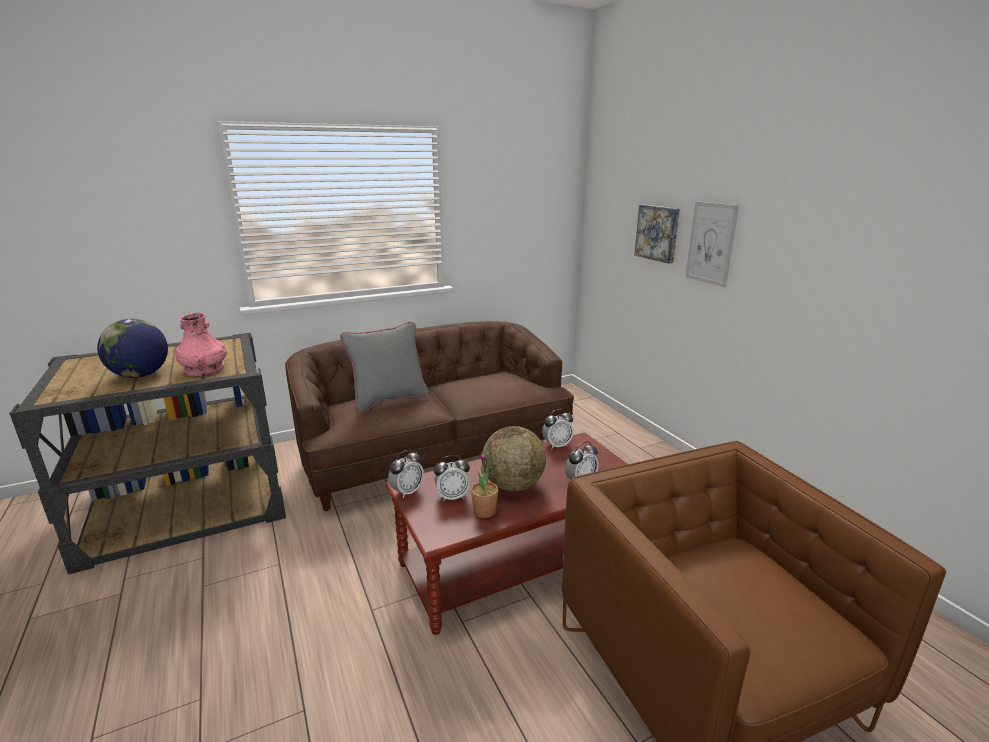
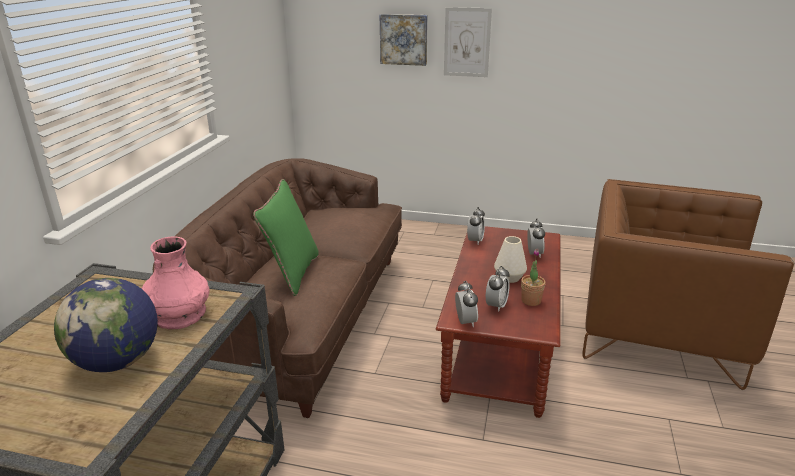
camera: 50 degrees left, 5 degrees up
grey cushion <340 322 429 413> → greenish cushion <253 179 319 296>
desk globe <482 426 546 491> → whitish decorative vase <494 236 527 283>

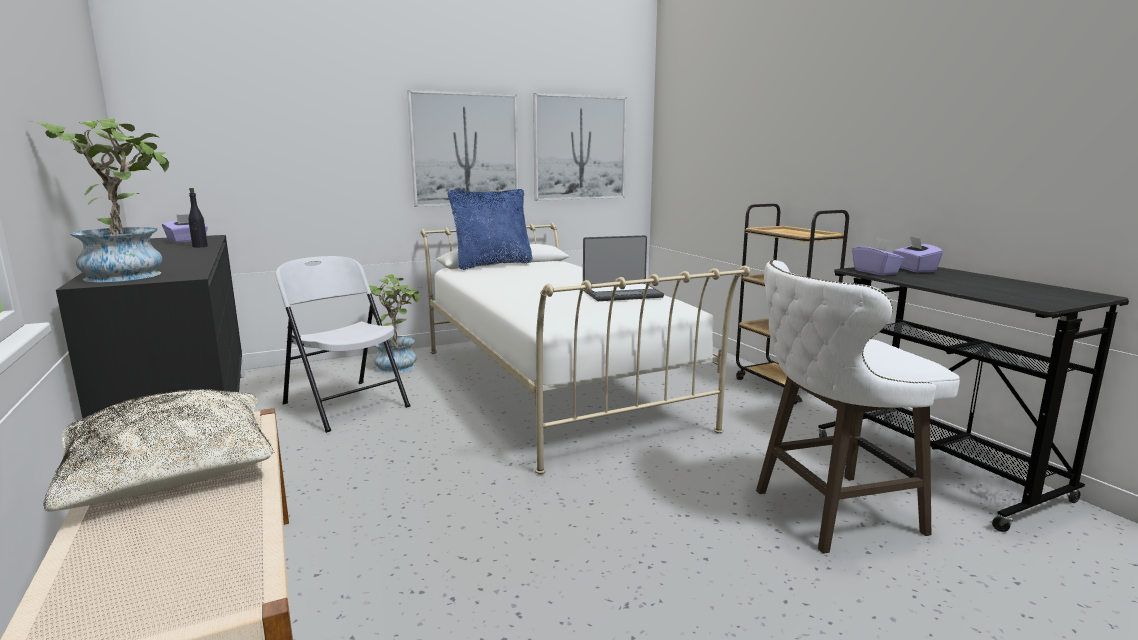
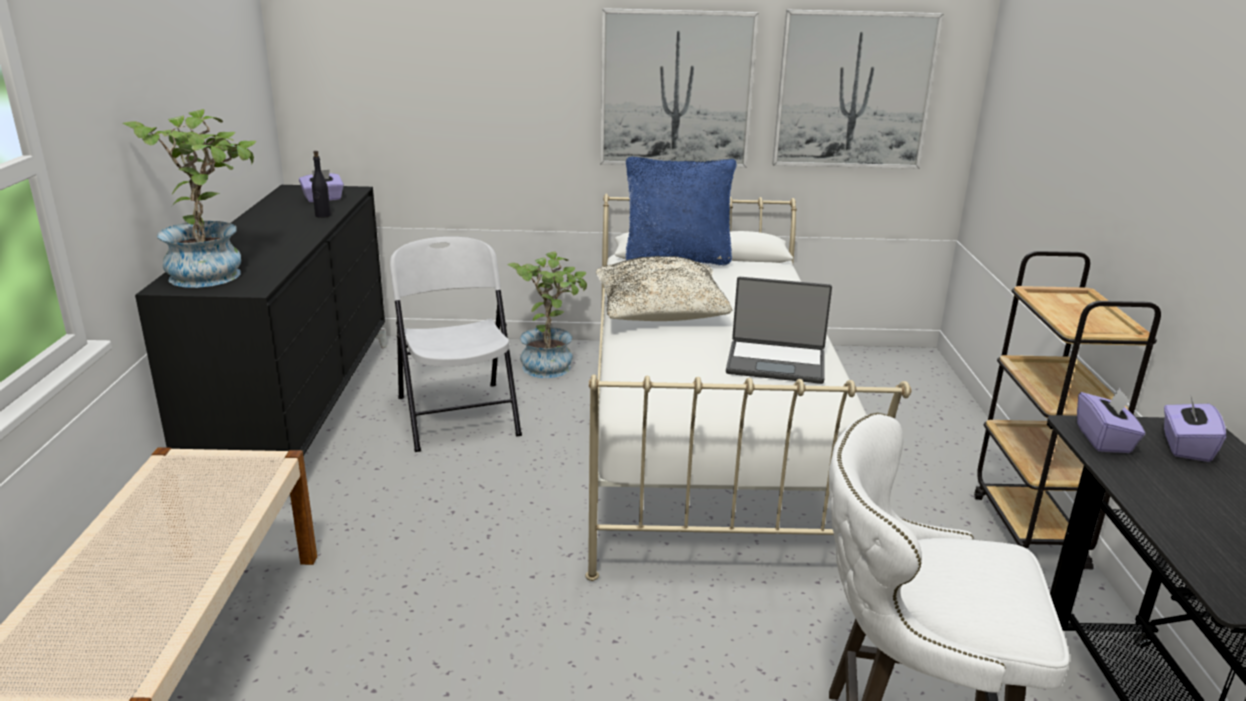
camera: 25 degrees right, 10 degrees up
sand-coloured cushion <43 388 274 512> → sand-coloured cushion <595 256 733 321>, relocated

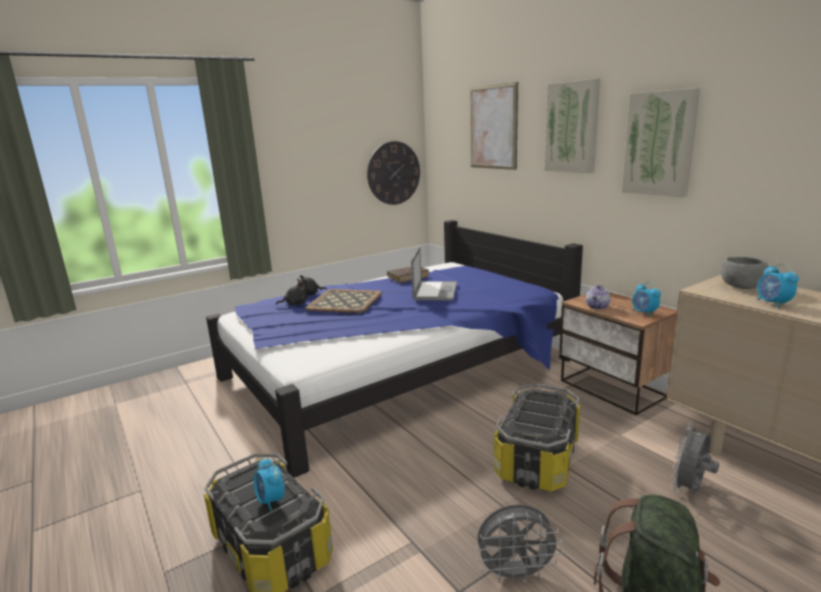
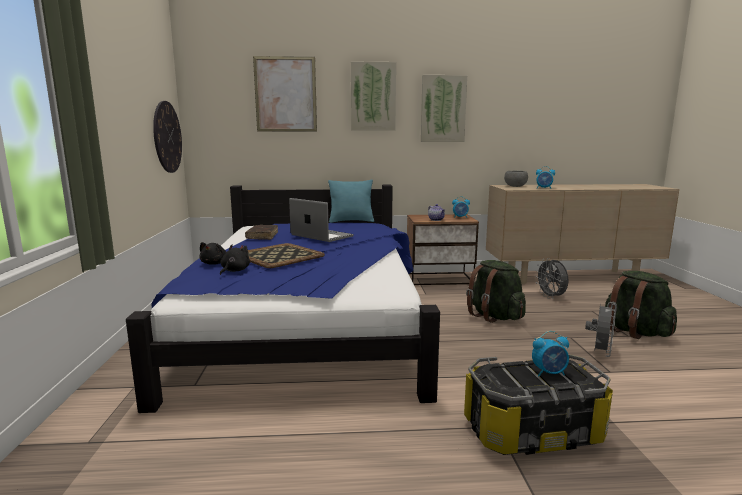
camera: 60 degrees left, 5 degrees down
- → turquoise-coloured cushion <328 180 374 223>
storage bin <494 383 580 491> → greenish backpack <466 260 526 323>

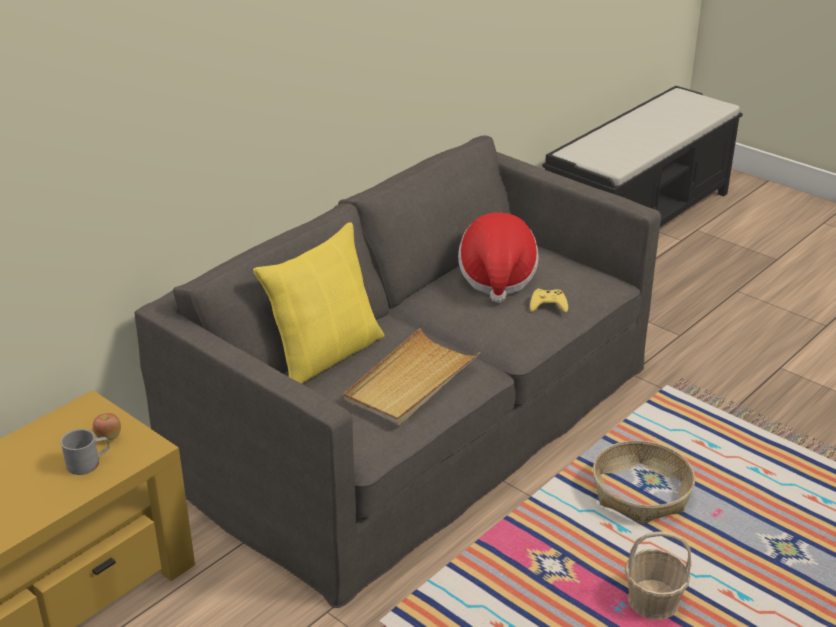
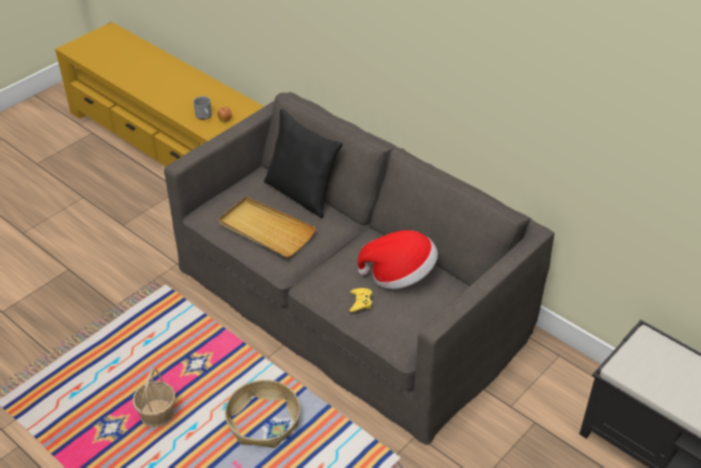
camera: 90 degrees right, 10 degrees up
yellow-coloured cushion <253 222 384 384> → blackish cushion <264 109 343 218>

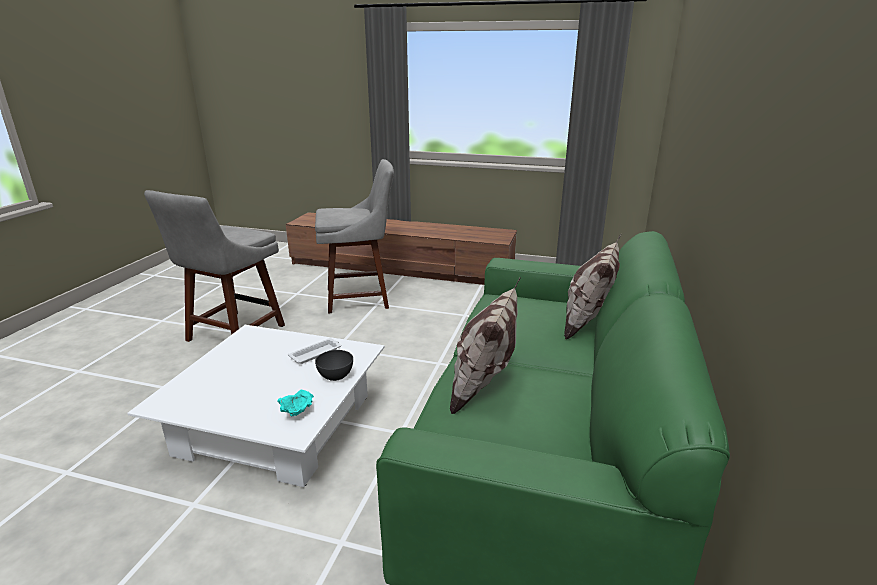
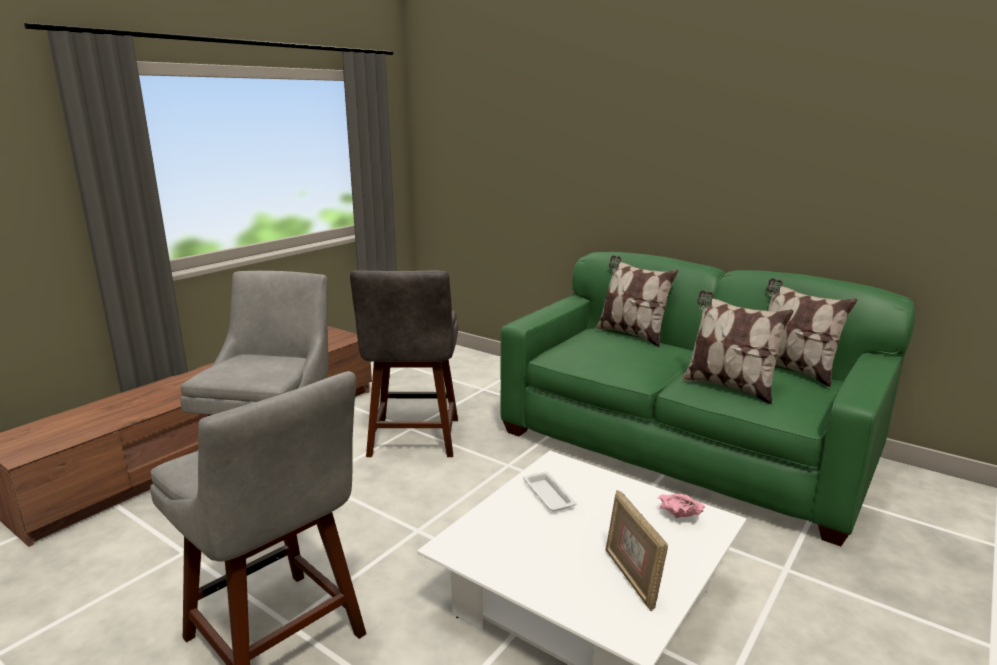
camera: 70 degrees left, 5 degrees down
- → grey sitting stool <350 271 458 457>
- → standing frame <606 490 668 611>
turquoise-coloured deep dish <278 390 314 416> → pink-coloured deep dish <658 494 705 518>
- → cushion <766 278 858 387>
grey deep dish <315 350 353 381> → -

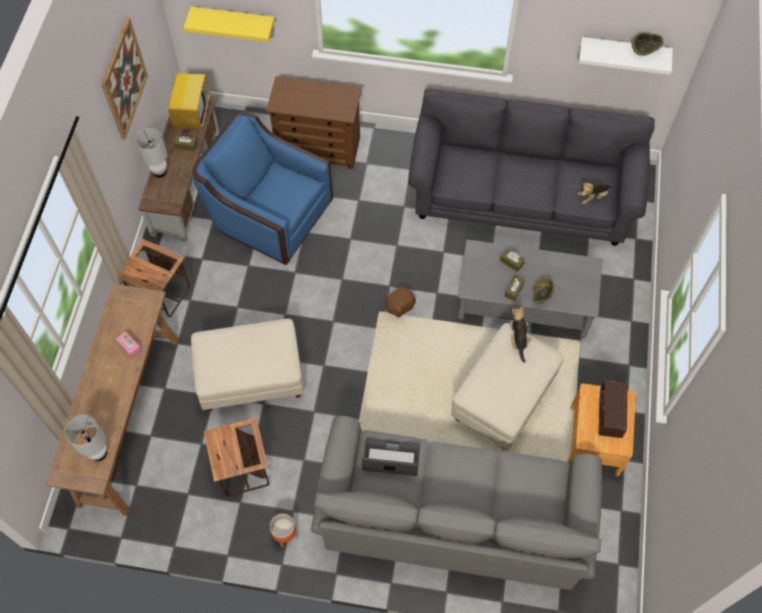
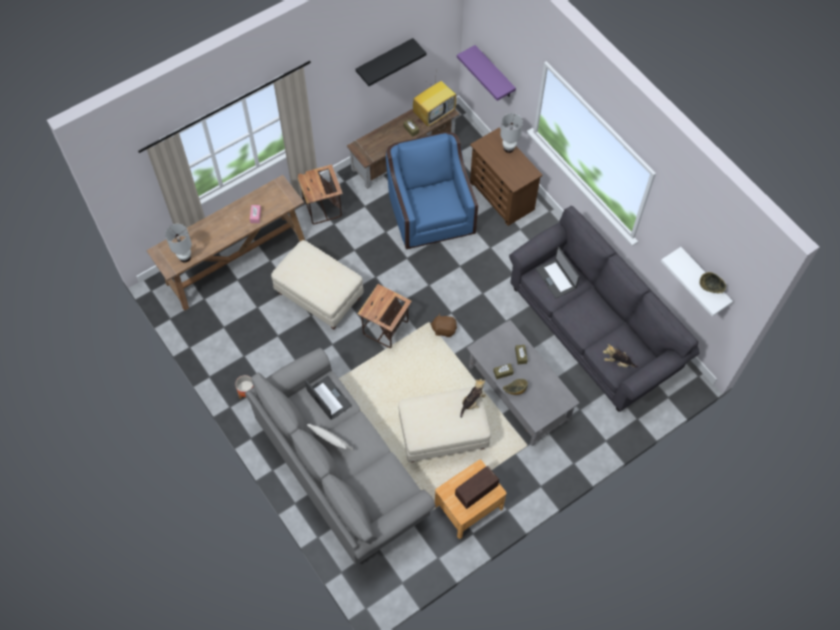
camera: 45 degrees right, 0 degrees up
- → whitish cushion <307 424 353 451>
wall art <101 17 148 140> → blackish wall shelf <356 38 427 86>
accent table <204 418 269 496> → accent table <358 284 412 348>, relocated
yellow-coloured wall shelf <183 6 275 42> → purple wall shelf <457 45 516 101>
whitish table lamp <135 128 167 178> → whitish table lamp <500 113 523 153>, relocated
- → notebook computer <536 247 580 298>

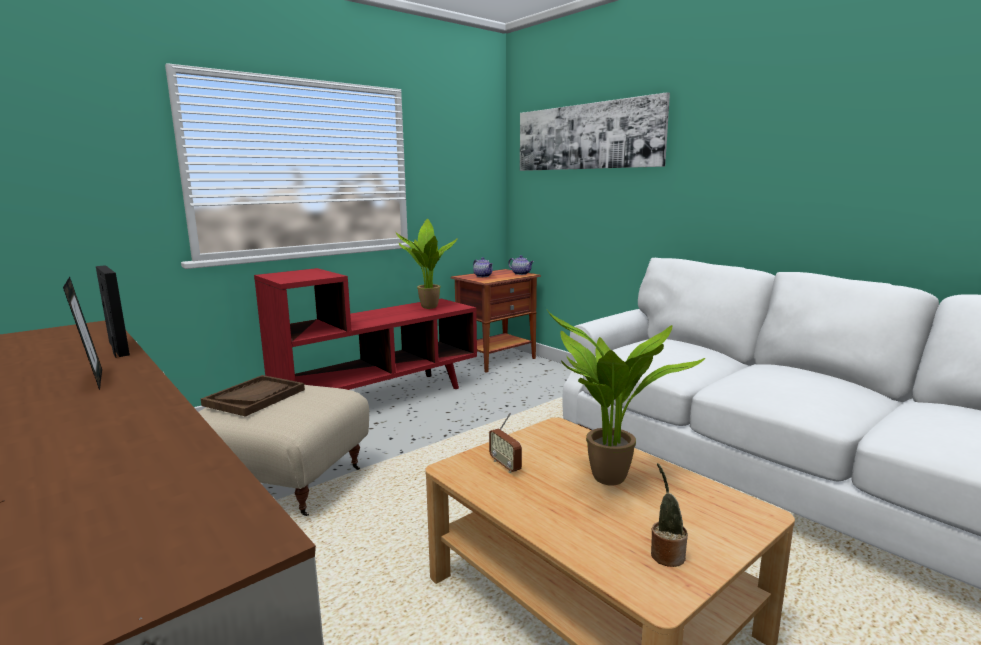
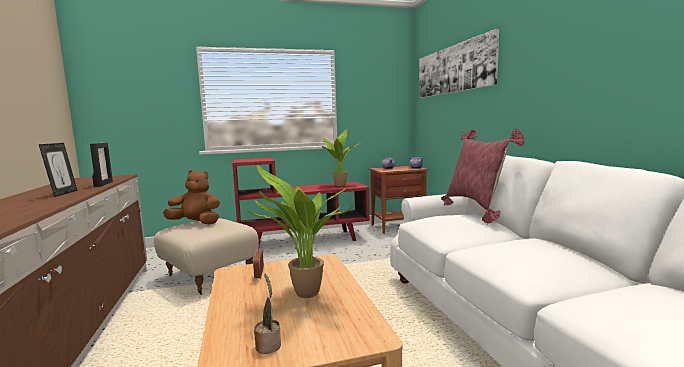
camera: 25 degrees right, 5 degrees down
brown carrying tray <201 375 305 417> → brown cuddly toy <163 170 220 224>
- → reddish cushion <441 129 525 224>

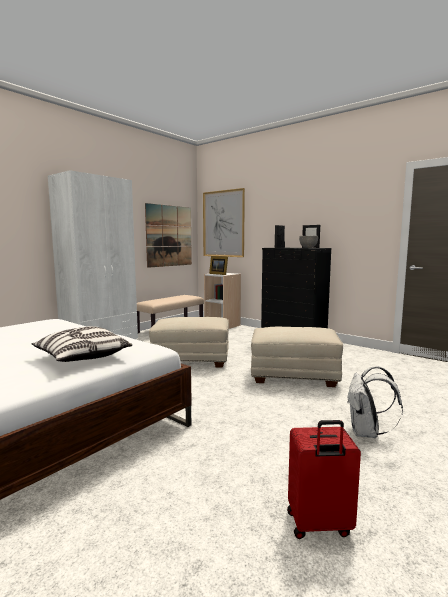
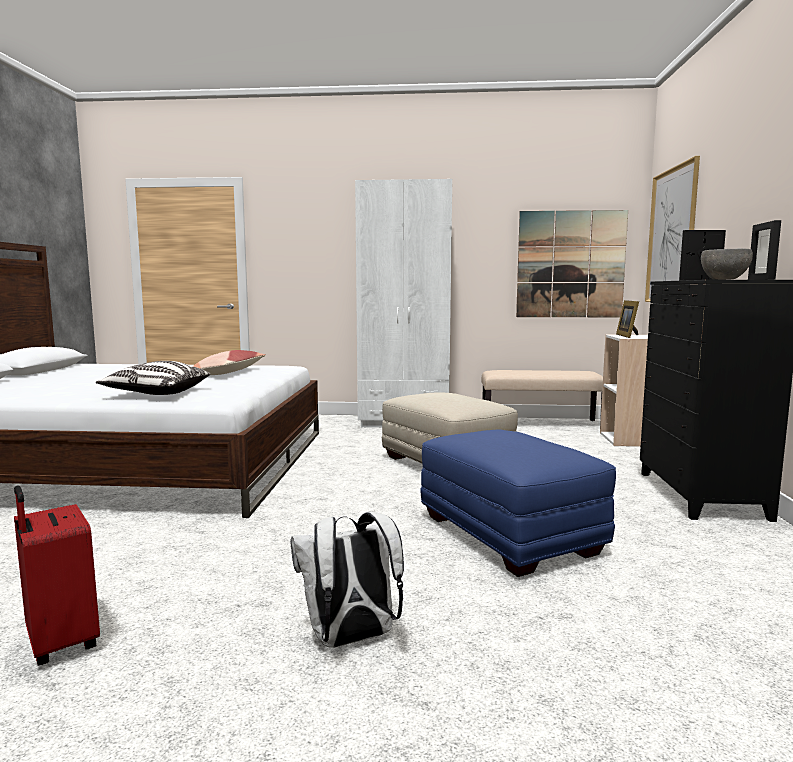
camera: 55 degrees right, 0 degrees up
- → cushion <193 350 266 375>
sand-coloured footrest <251 327 343 387> → blue footrest <420 429 616 577>

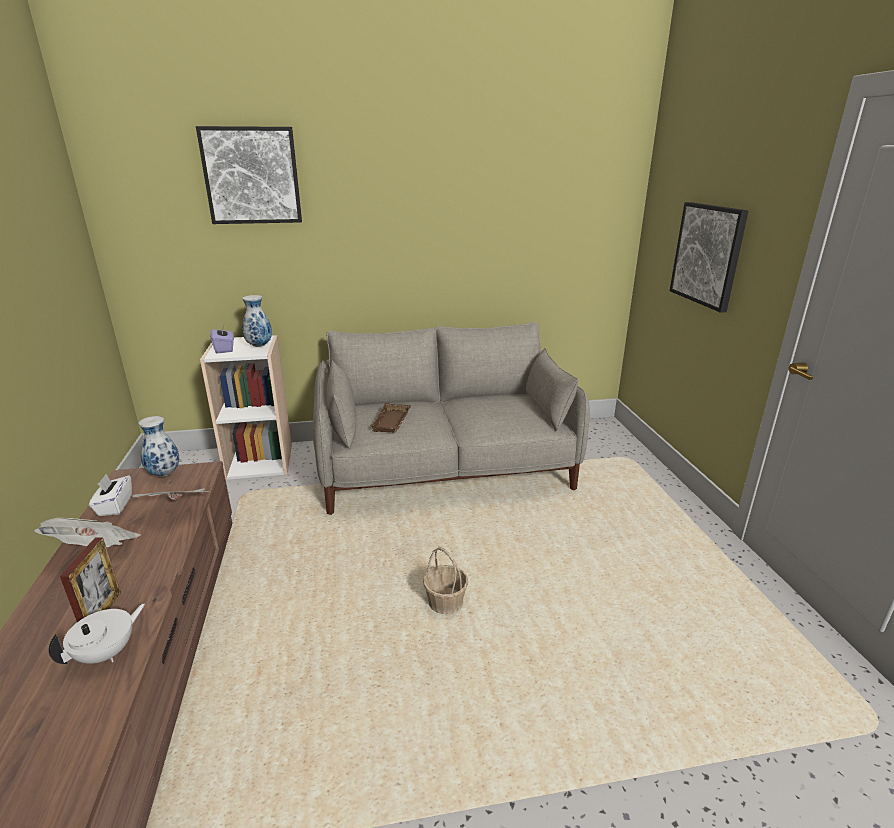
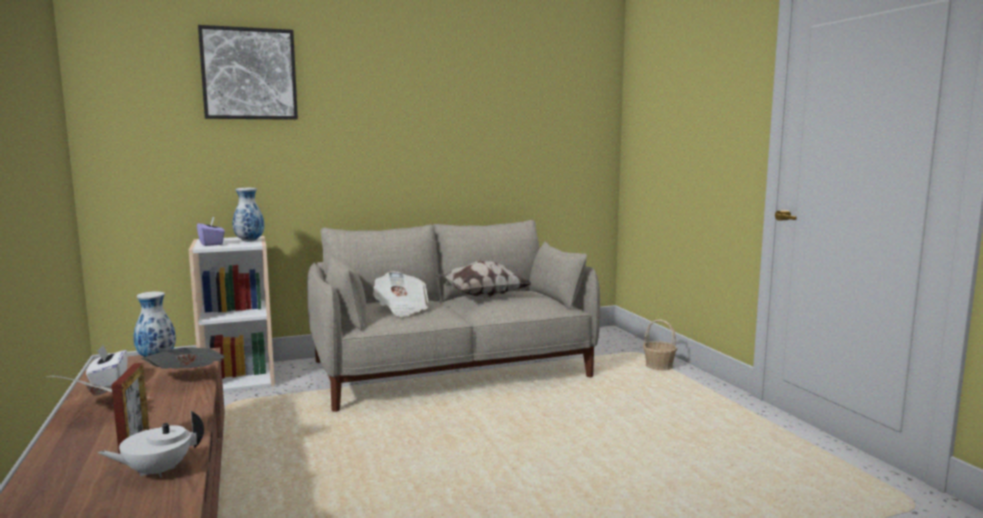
camera: 10 degrees left, 15 degrees down
whitish teapot <49 604 145 664> → whitish teapot <98 411 204 478>, 150 degrees counterclockwise
brown carrying tray <371 403 411 433> → printed paper <373 271 428 317>
- → cushion <435 261 531 298>
basket <423 547 468 614> → basket <643 320 677 370>, relocated
wall art <670 202 748 313> → -

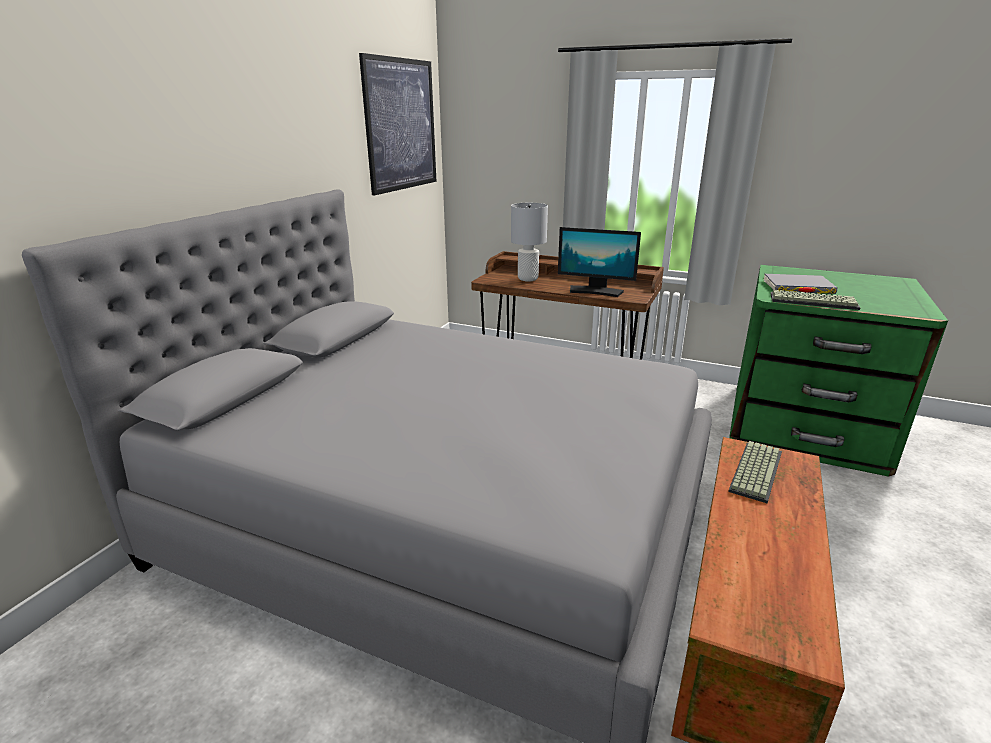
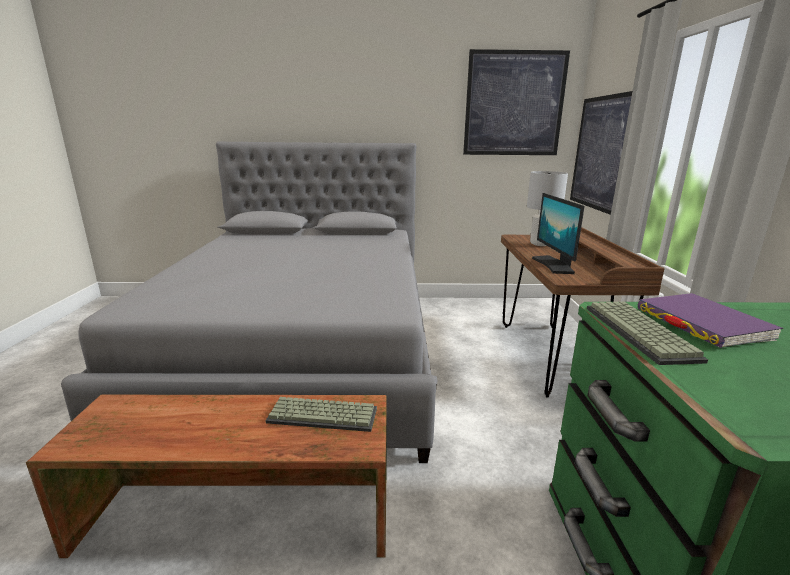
camera: 65 degrees right, 5 degrees down
- → wall art <570 91 632 215>
grey bound book <764 274 837 294> → purple bound book <638 293 783 348>

